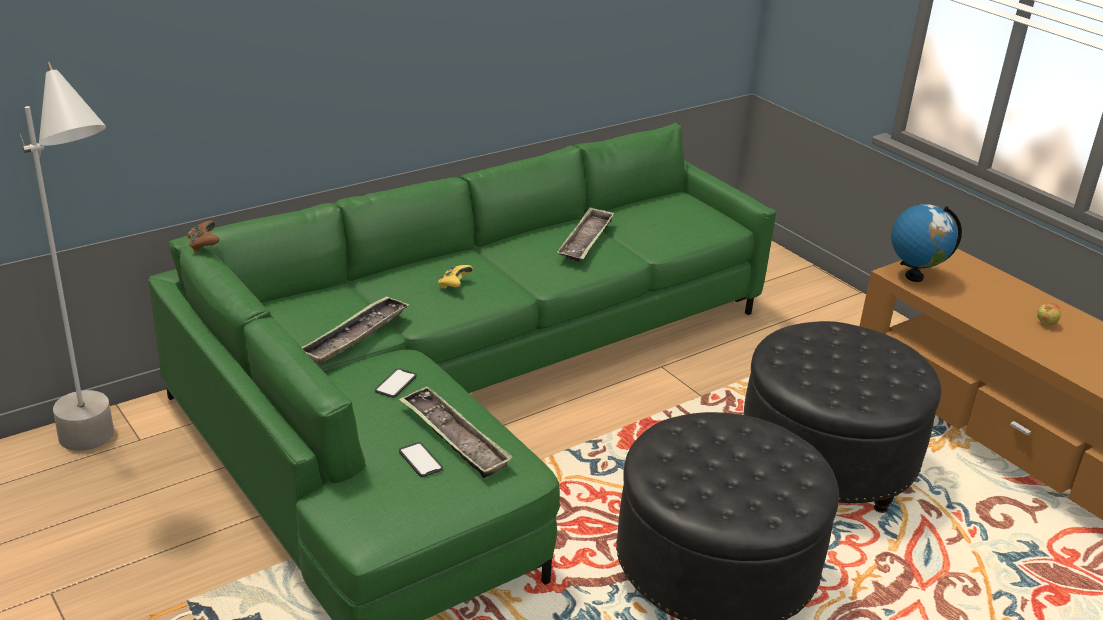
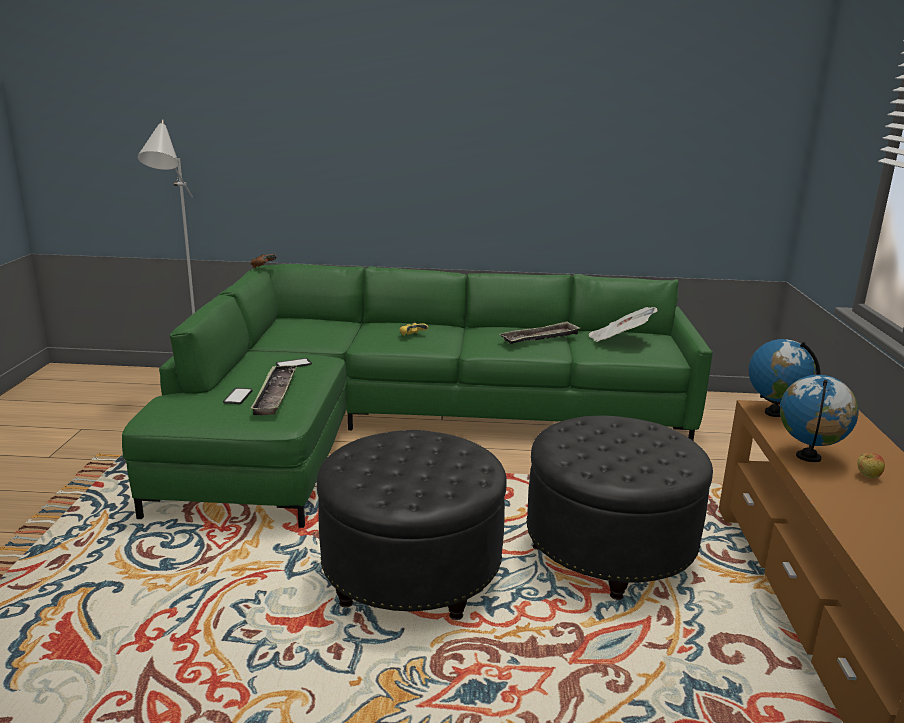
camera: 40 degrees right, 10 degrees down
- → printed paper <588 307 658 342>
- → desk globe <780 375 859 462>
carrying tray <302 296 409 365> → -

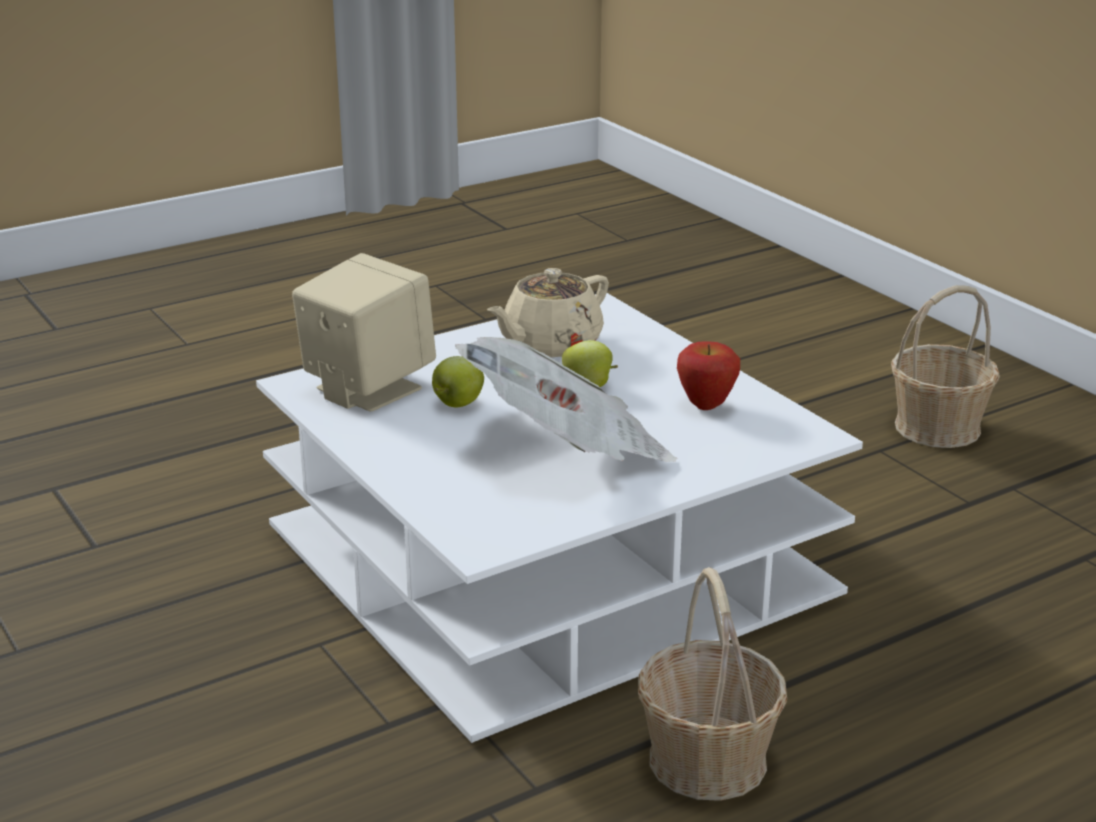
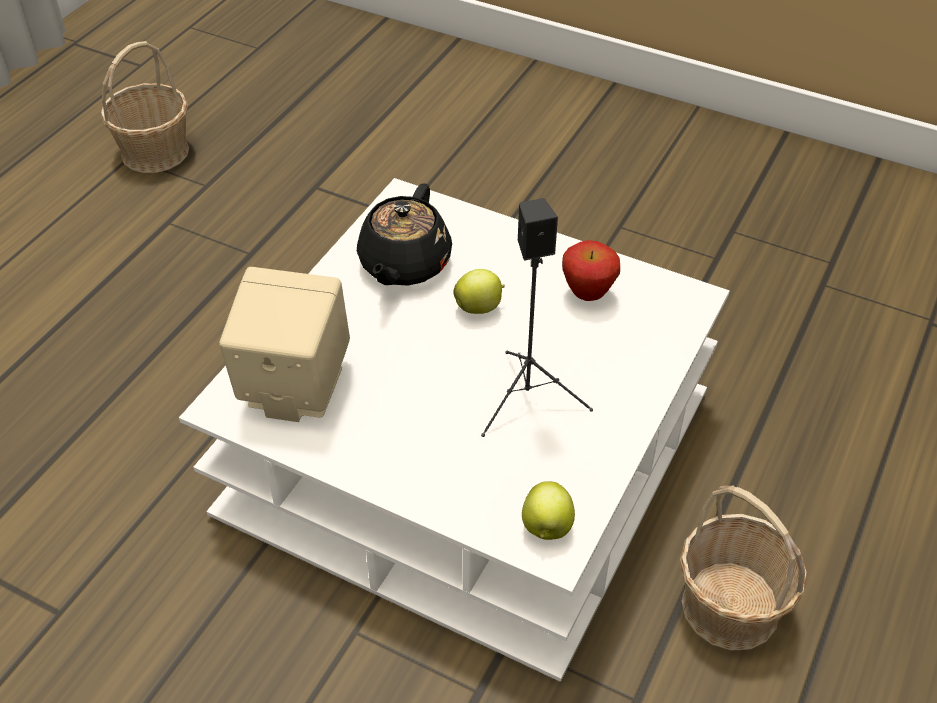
camera: 30 degrees left, 20 degrees up
basket <891 285 1000 448> → basket <101 41 189 173>, relocated
sand-coloured teapot <487 268 609 357> → blackish teapot <357 184 452 286>
printed paper <455 337 677 462> → blackish loudspeaker <481 198 593 437>
whole apple <432 356 484 408> → whole apple <522 481 575 540>, relocated

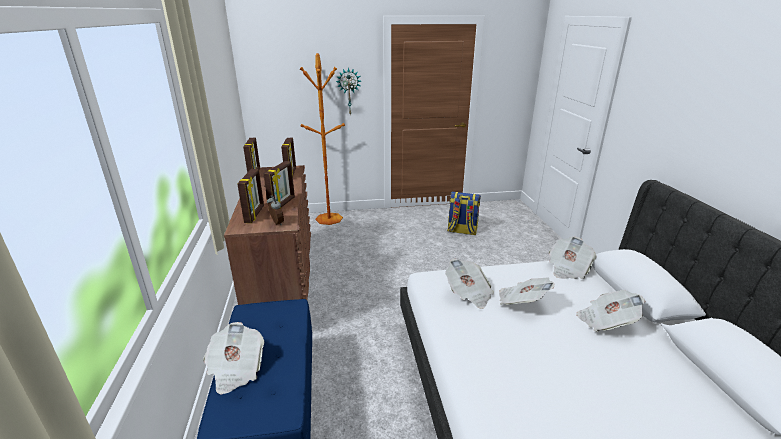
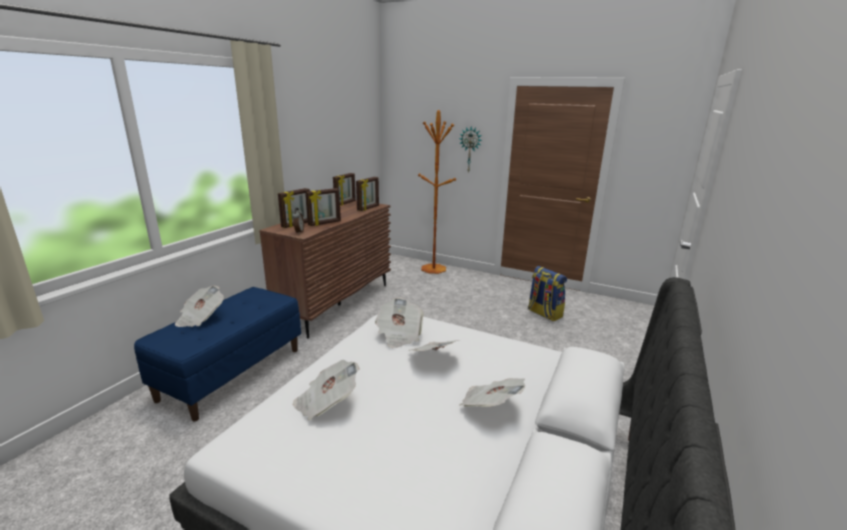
camera: 35 degrees right, 5 degrees down
printed paper <548 237 596 279> → printed paper <293 360 360 420>, relocated

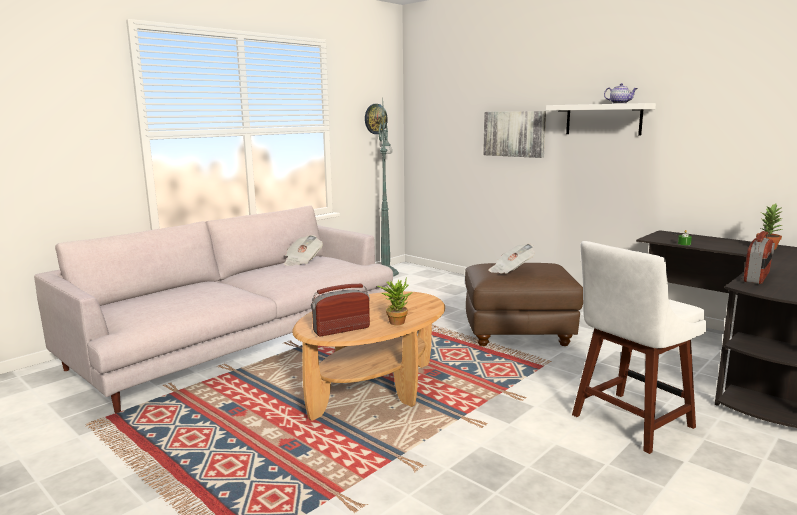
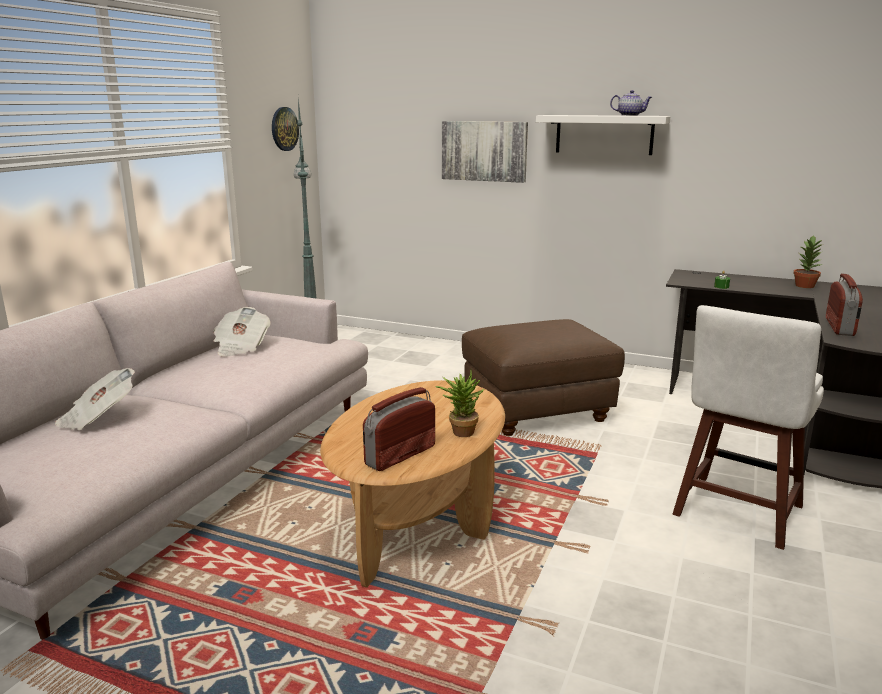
camera: 20 degrees left, 5 degrees up
printed paper <488 244 535 274> → printed paper <55 368 135 431>, relocated

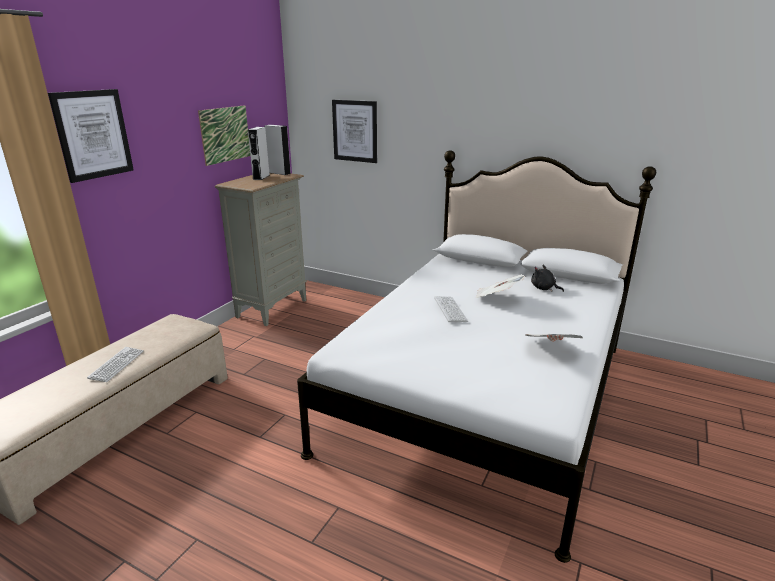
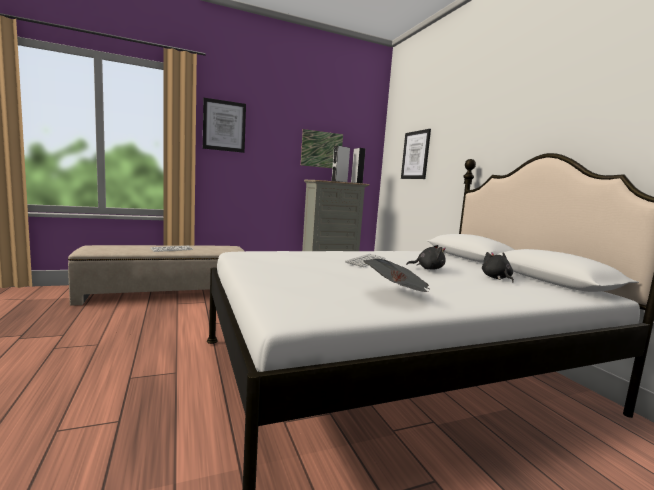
camera: 40 degrees right, 15 degrees down
printed paper <476 274 525 298> → blackish cuddly toy <406 245 446 270>

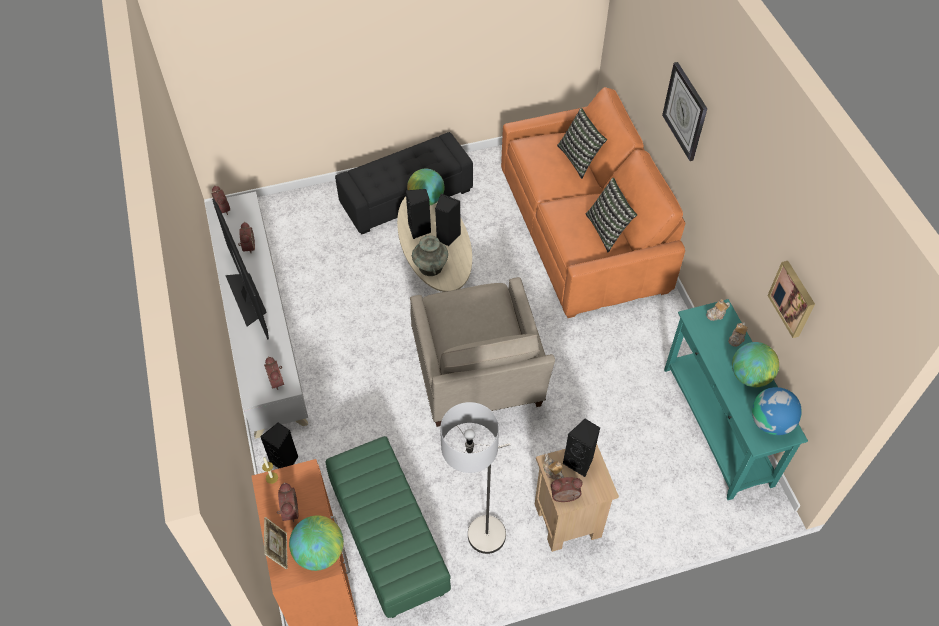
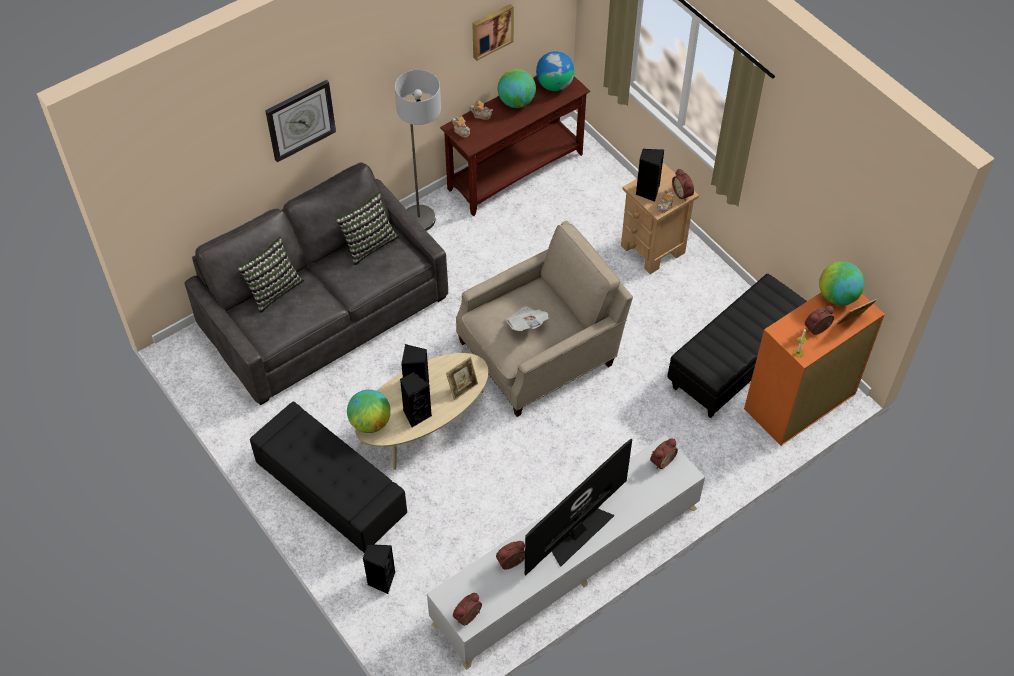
camera: 110 degrees left, 0 degrees up
orange-coloured couch <501 87 685 318> → grey couch <185 162 448 405>
blackish loudspeaker <260 422 298 468> → blackish loudspeaker <363 544 395 594>, relocated
grey standard lamp <440 402 510 554> → grey standard lamp <395 70 441 231>, relocated
turquoise-coloured console table <664 299 808 500> → brown console table <440 76 590 216>
turquoise-coloured decorative vase <412 235 448 276> → standing frame <446 357 478 400>
- → printed paper <506 306 549 331>
greenish footrest <326 436 451 618> → blackish footrest <667 274 807 418>

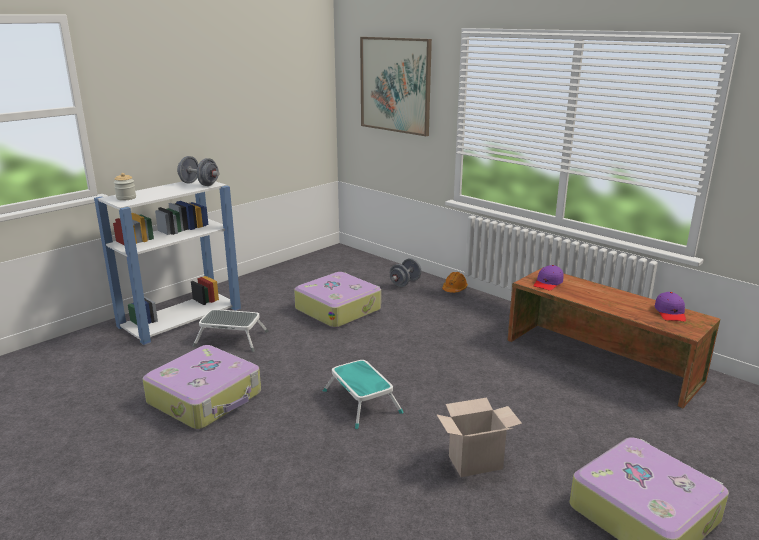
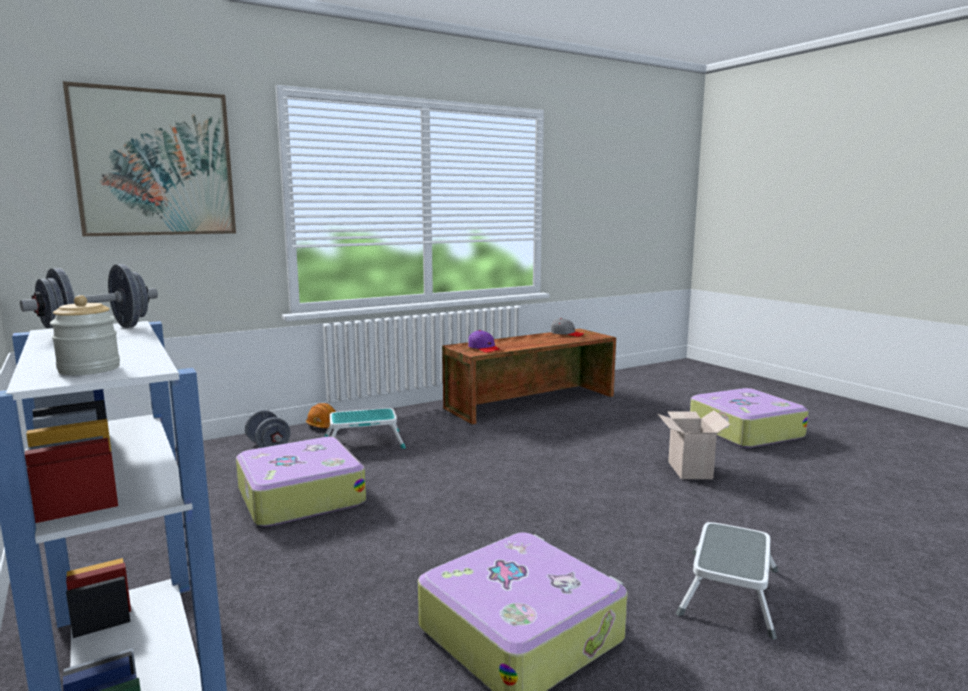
camera: 75 degrees left, 10 degrees down
turquoise-coloured stepladder <323 360 403 429> → turquoise-coloured stepladder <324 408 406 449>, relocated
purple cap <654 292 686 322> → grey cap <551 318 585 337>
grey stepladder <193 309 269 352> → grey stepladder <676 522 778 640>, relocated

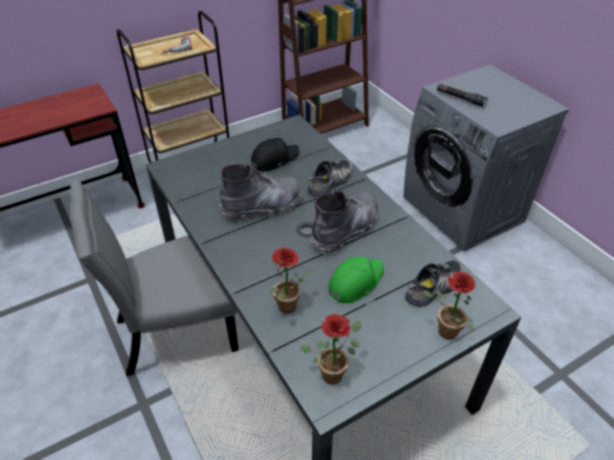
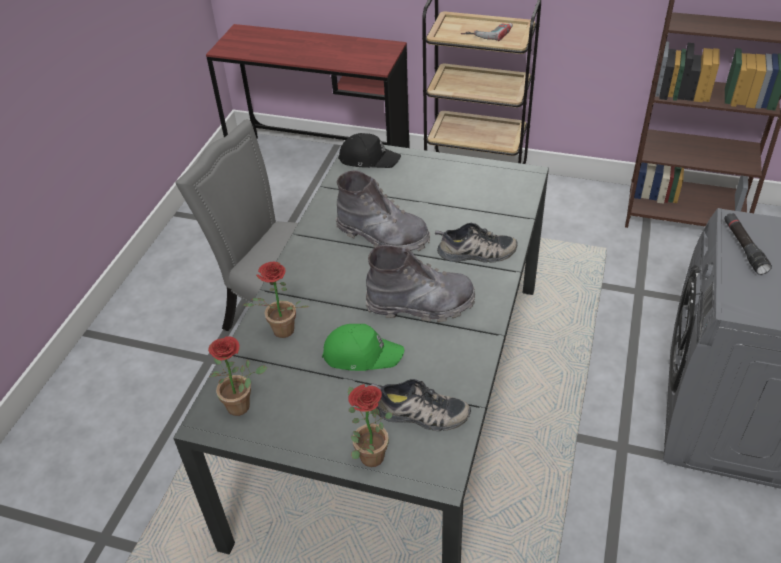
camera: 50 degrees right, 0 degrees up
blackish cap <251 138 299 172> → blackish cap <338 133 401 168>, relocated

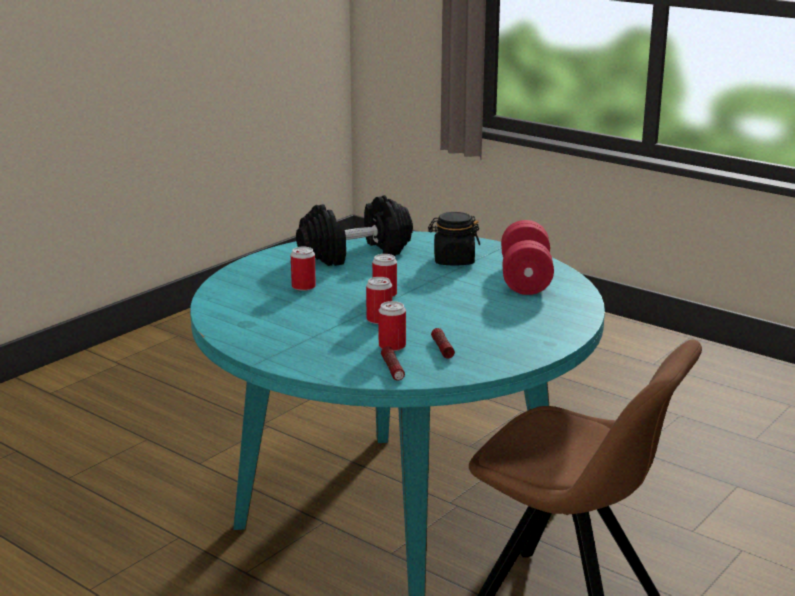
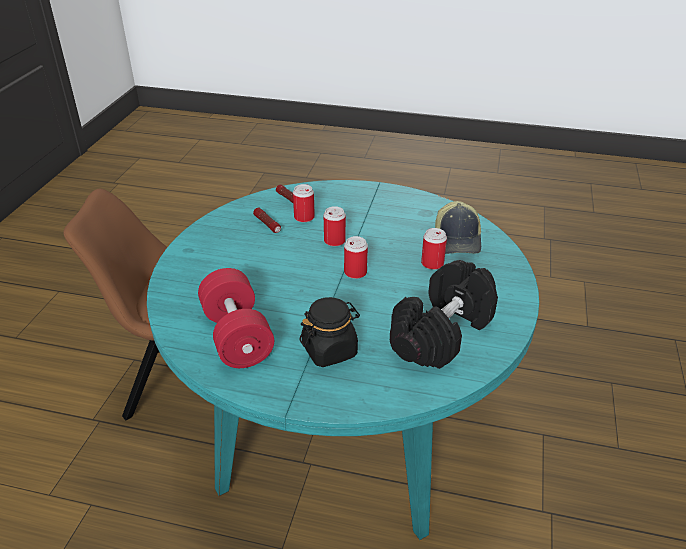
camera: 155 degrees right, 15 degrees up
- → cap <435 201 481 254>

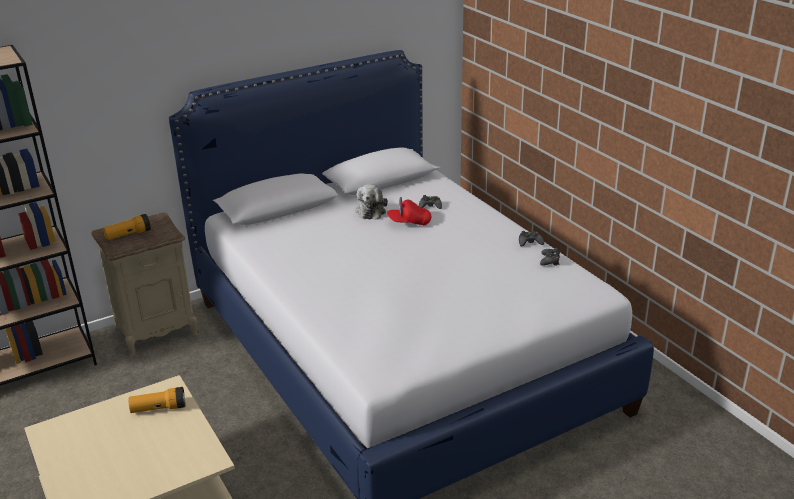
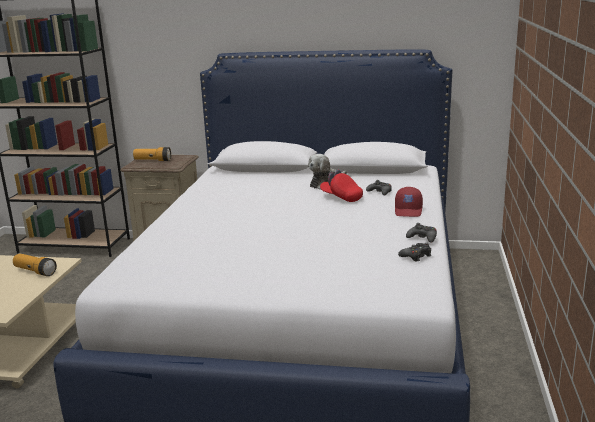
camera: 40 degrees right, 10 degrees down
- → reddish cap <395 187 423 217>

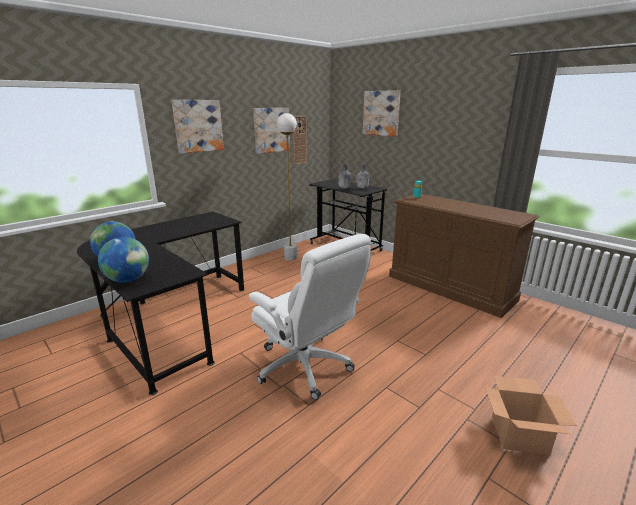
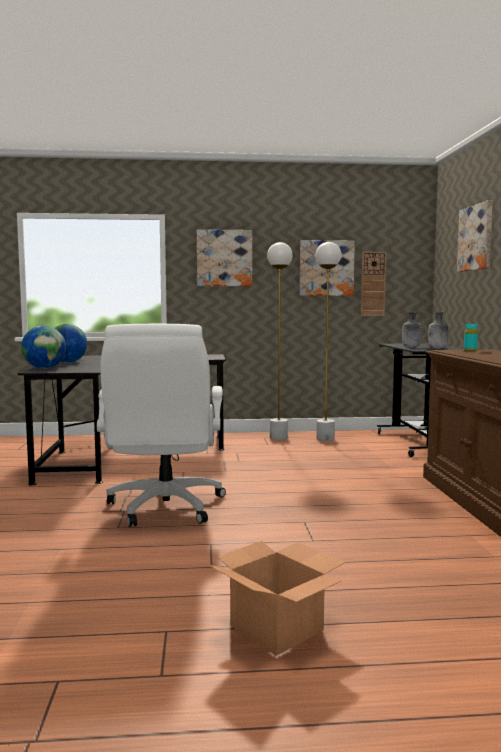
camera: 40 degrees right, 15 degrees down
- → whitish standard lamp <267 242 293 440>

